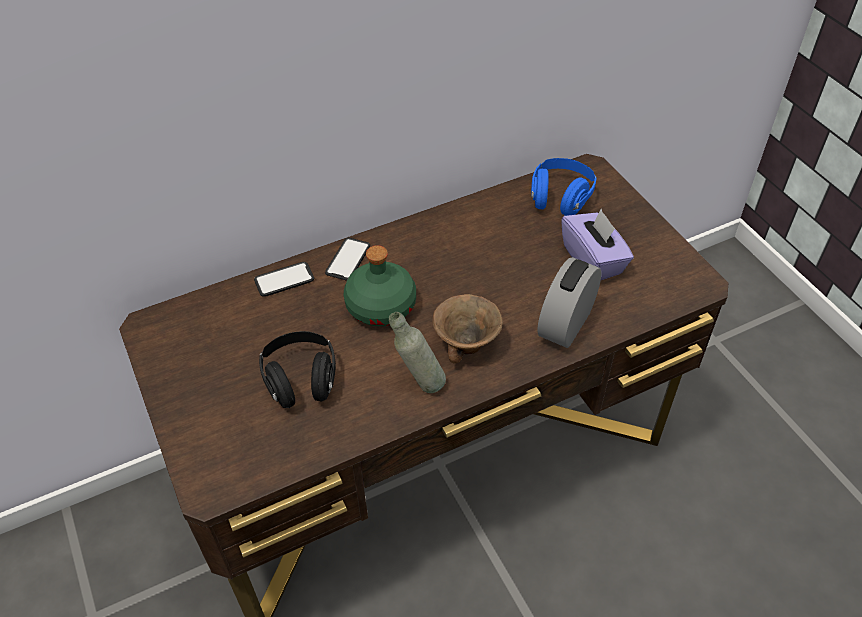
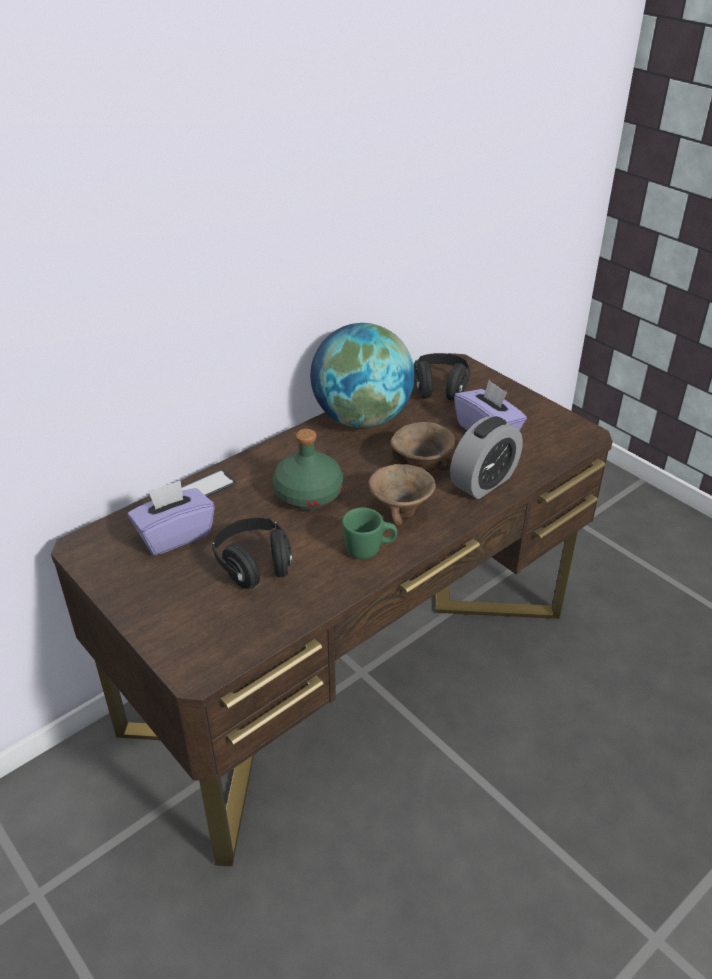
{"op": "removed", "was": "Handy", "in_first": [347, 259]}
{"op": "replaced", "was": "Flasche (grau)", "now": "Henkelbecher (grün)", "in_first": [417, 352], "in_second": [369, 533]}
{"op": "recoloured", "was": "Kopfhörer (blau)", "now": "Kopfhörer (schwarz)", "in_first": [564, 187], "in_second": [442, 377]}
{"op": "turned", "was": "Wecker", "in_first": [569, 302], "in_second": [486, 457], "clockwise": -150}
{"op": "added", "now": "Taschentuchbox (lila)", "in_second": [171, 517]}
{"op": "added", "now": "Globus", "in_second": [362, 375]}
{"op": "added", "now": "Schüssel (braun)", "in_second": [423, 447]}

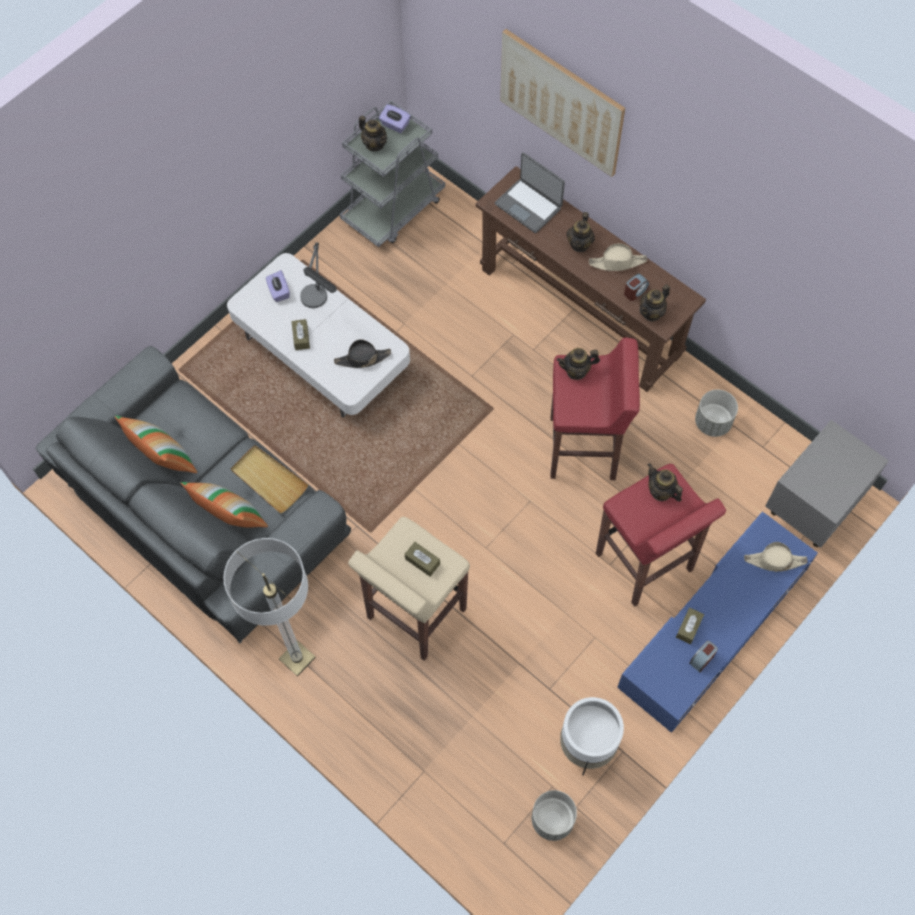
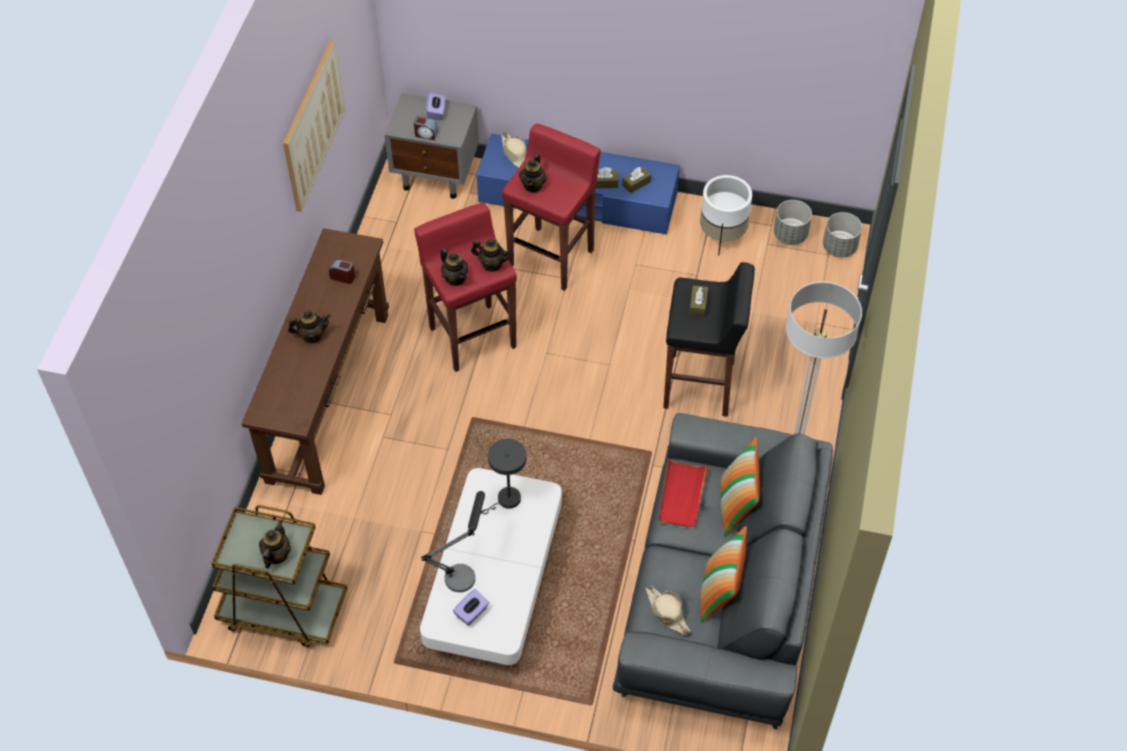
{"op": "recoloured", "was": "Tablett (beige)", "now": "Tablett (rot)", "in_first": [269, 479], "in_second": [684, 493]}
{"op": "moved", "was": "Taschentuchbox (braun)", "in_first": [301, 334], "in_second": [636, 180]}
{"op": "replaced", "was": "Hut (schwarz)", "now": "Tischlampe (grau)", "in_first": [362, 353], "in_second": [504, 476]}
{"op": "recoloured", "was": "Rollwagen (grau)", "now": "Rollwagen (braun)", "in_first": [392, 173], "in_second": [279, 576]}
{"op": "recoloured", "was": "Hocker (beige)", "now": "Hocker (schwarz)", "in_first": [409, 589], "in_second": [709, 339]}
{"op": "moved", "was": "Taschentuchbox (lila)", "in_first": [395, 118], "in_second": [435, 106]}
{"op": "removed", "was": "Laptop", "in_first": [529, 192]}
{"op": "moved", "was": "Bild", "in_first": [562, 103], "in_second": [314, 126]}
{"op": "moved", "was": "Hut (beige)", "in_first": [618, 257], "in_second": [668, 610]}
{"op": "moved", "was": "Teekanne", "in_first": [654, 303], "in_second": [491, 255]}
{"op": "moved", "was": "Wecker", "in_first": [703, 656], "in_second": [426, 128]}
{"op": "moved", "was": "Pflanzkübel (grau)", "in_first": [716, 413], "in_second": [842, 234]}

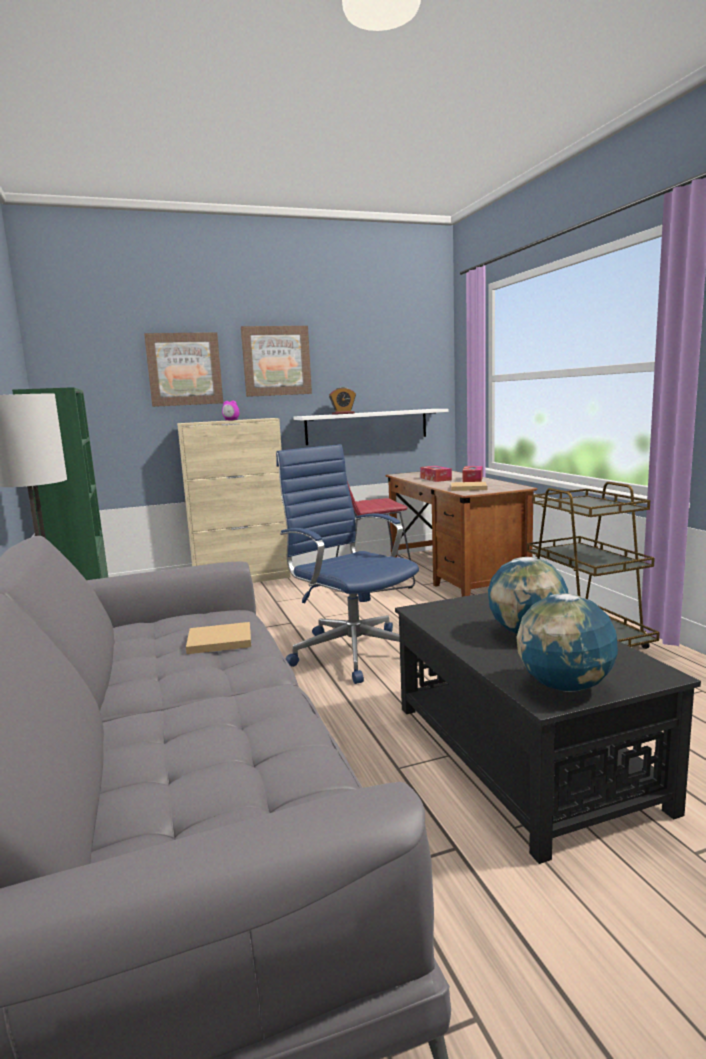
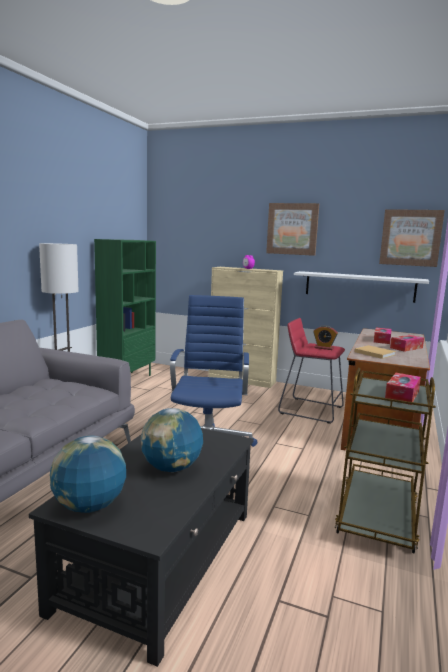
{"op": "moved", "was": "Bild", "in_first": [183, 369], "in_second": [412, 238]}
{"op": "removed", "was": "Buch (beige)", "in_first": [218, 638]}
{"op": "moved", "was": "Wecker", "in_first": [342, 401], "in_second": [325, 337]}
{"op": "added", "now": "Taschentuchbox", "in_second": [403, 389]}

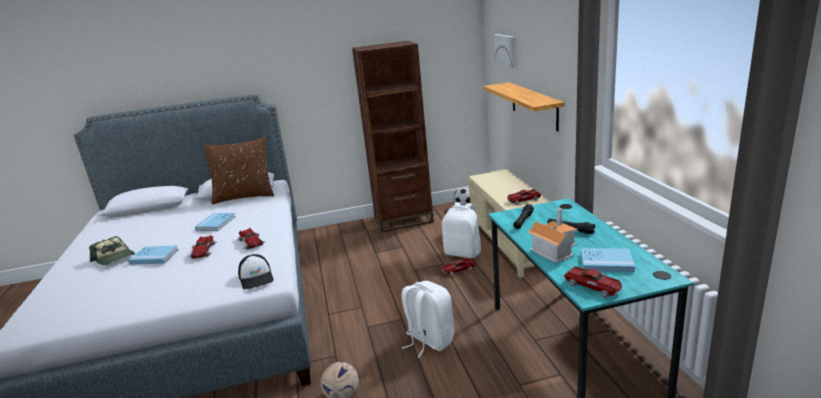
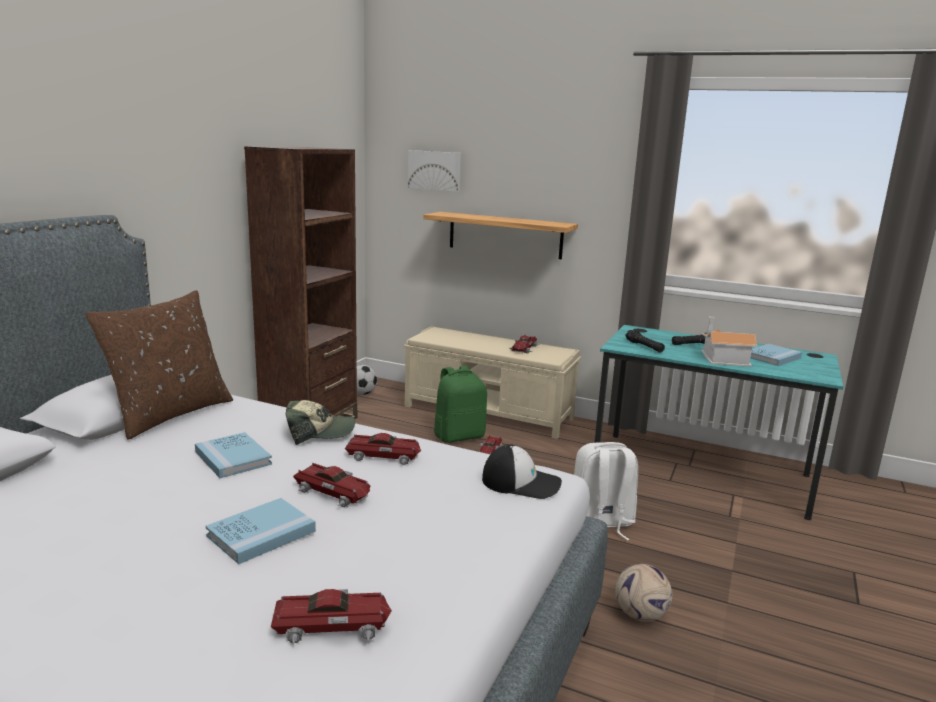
{"op": "moved", "was": "Kappe", "in_first": [112, 251], "in_second": [320, 422]}
{"op": "recoloured", "was": "Rucksack (weiß)", "now": "Rucksack (grün)", "in_first": [461, 230], "in_second": [460, 404]}
{"op": "moved", "was": "Spielzeugauto", "in_first": [592, 282], "in_second": [331, 616]}

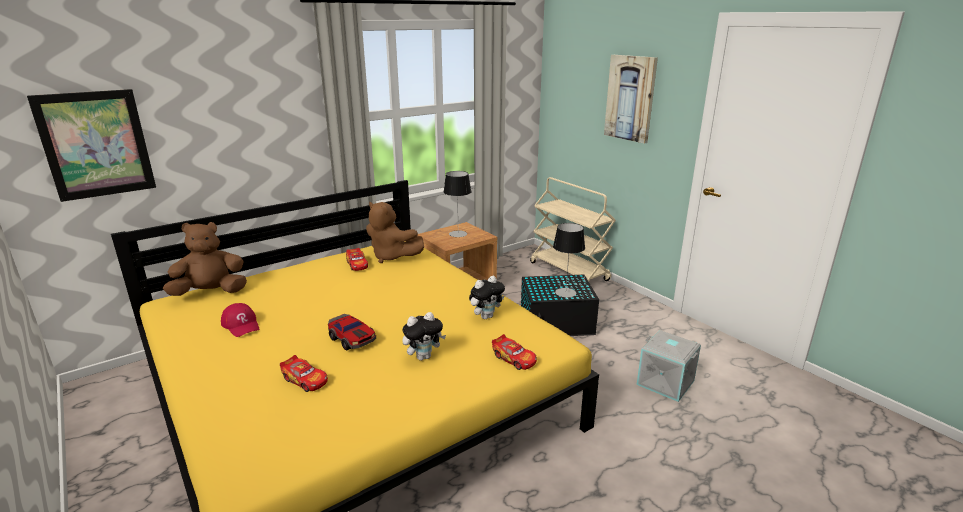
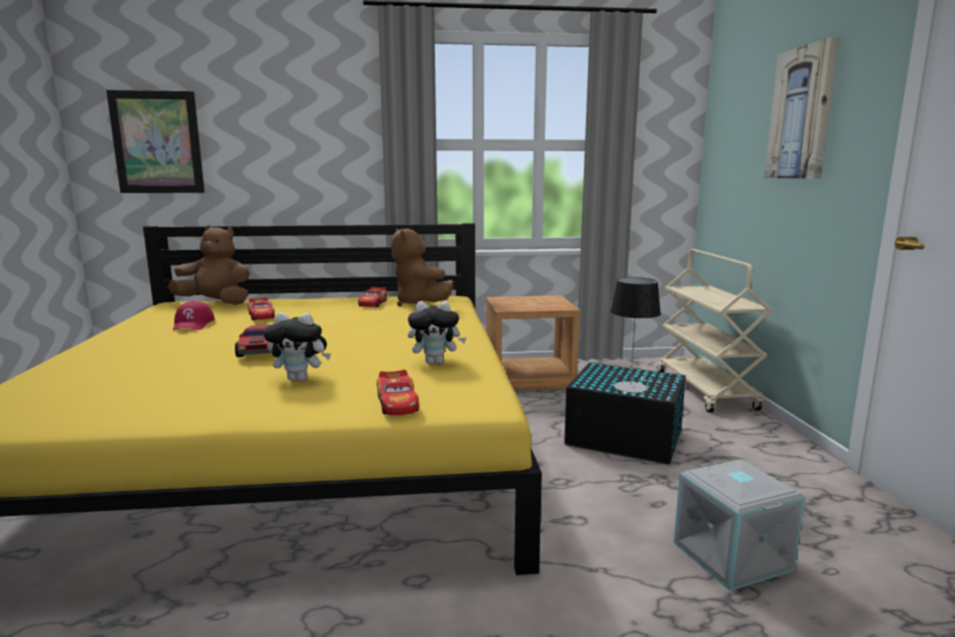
{"op": "moved", "was": "Spielzeugauto", "in_first": [304, 373], "in_second": [261, 308]}
{"op": "removed", "was": "Tischlampe", "in_first": [457, 204]}

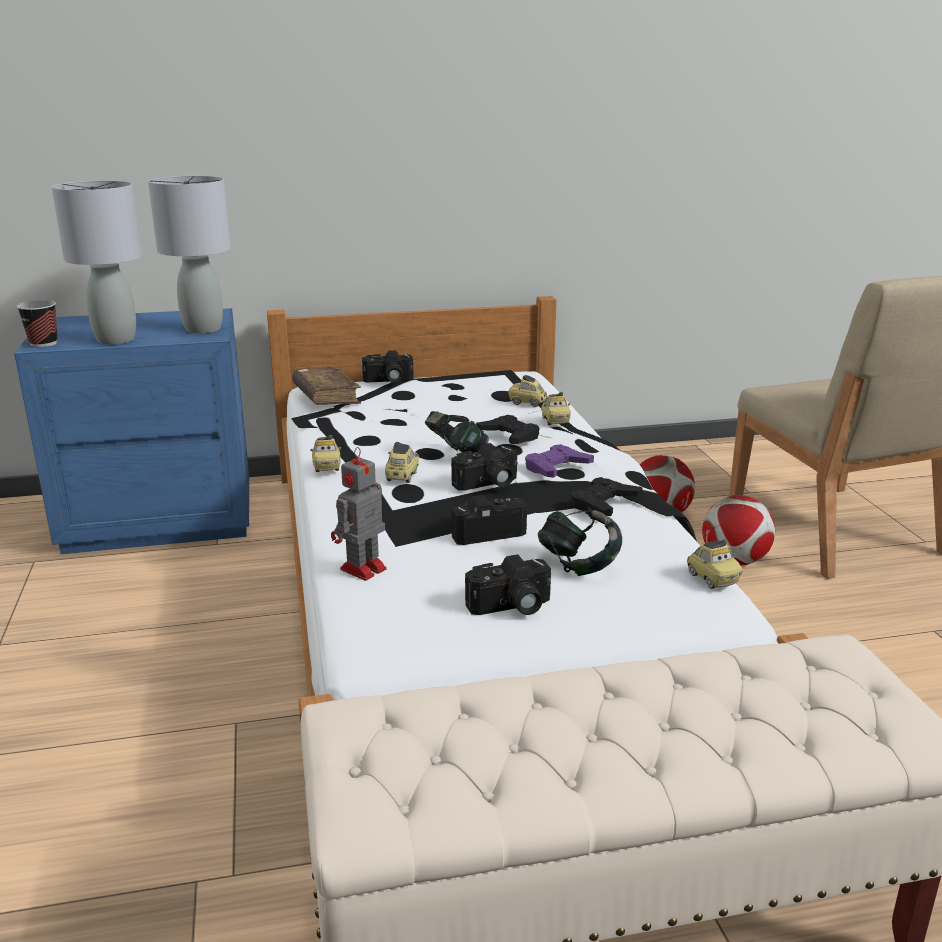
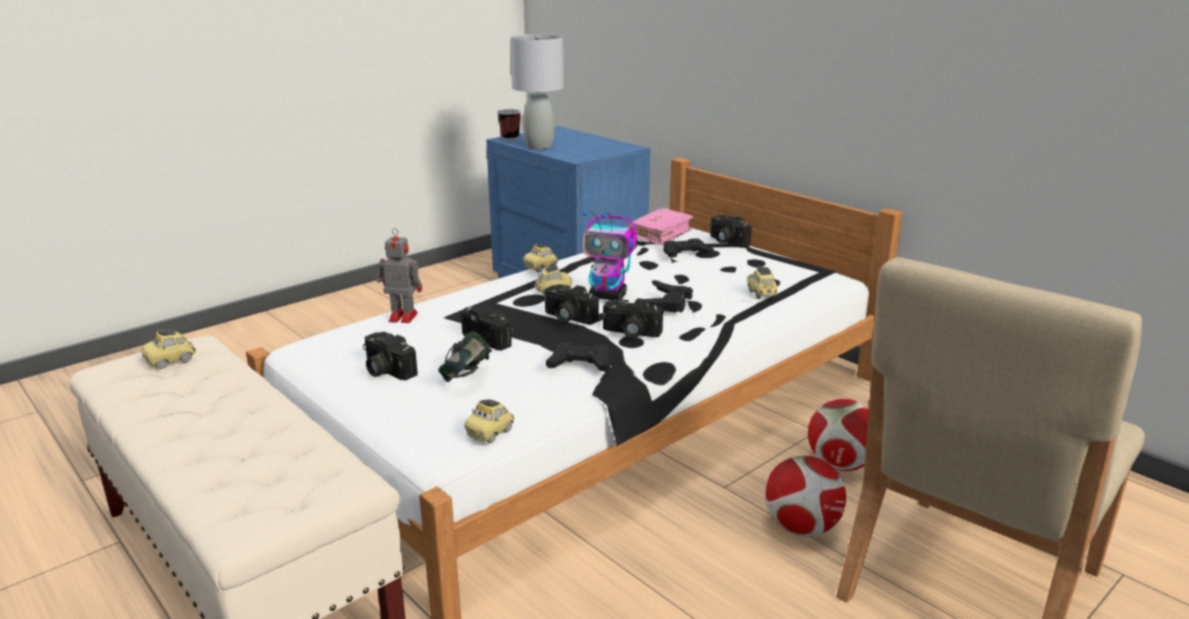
{"op": "removed", "was": "Tischlampe (grau)", "in_first": [189, 254]}
{"op": "recoloured", "was": "Buch (braun)", "now": "Buch (rosa)", "in_first": [326, 386], "in_second": [660, 227]}
{"op": "replaced", "was": "Kopfhörer", "now": "Spielzeugroboter", "in_first": [457, 433], "in_second": [609, 255]}
{"op": "replaced", "was": "Gamepad (lila)", "now": "Kamera", "in_first": [559, 461], "in_second": [633, 318]}
{"op": "moved", "was": "Spielzeugauto", "in_first": [556, 408], "in_second": [168, 349]}
{"op": "added", "now": "Gamepad (schwarz)", "in_second": [689, 248]}

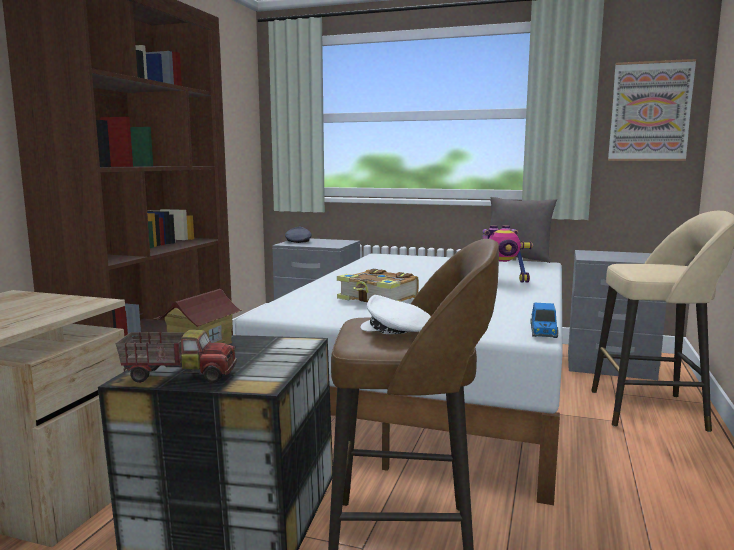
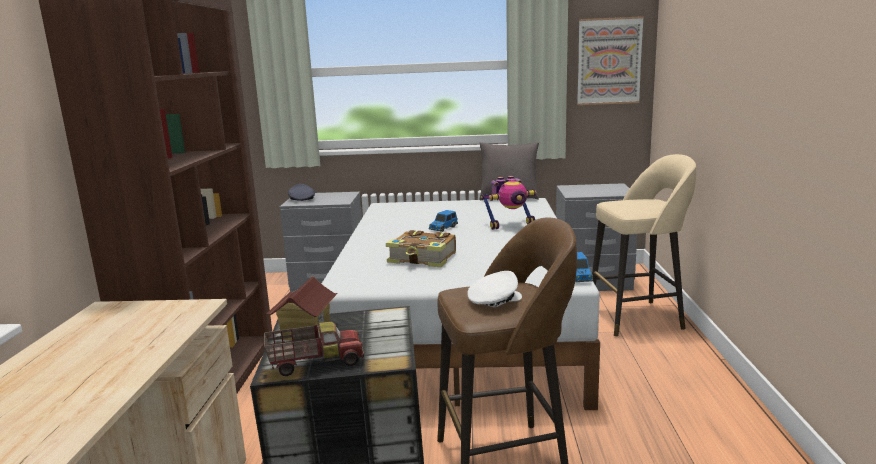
{"op": "turned", "was": "Kappe (weiß)", "in_first": [396, 314], "in_second": [494, 289], "clockwise": 135}
{"op": "added", "now": "Spielzeugauto", "in_second": [443, 221]}

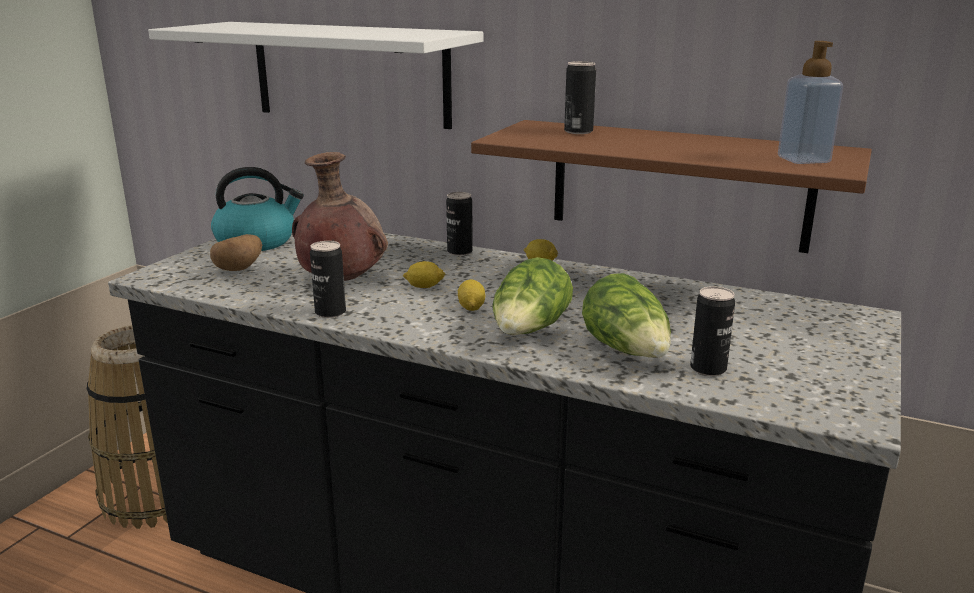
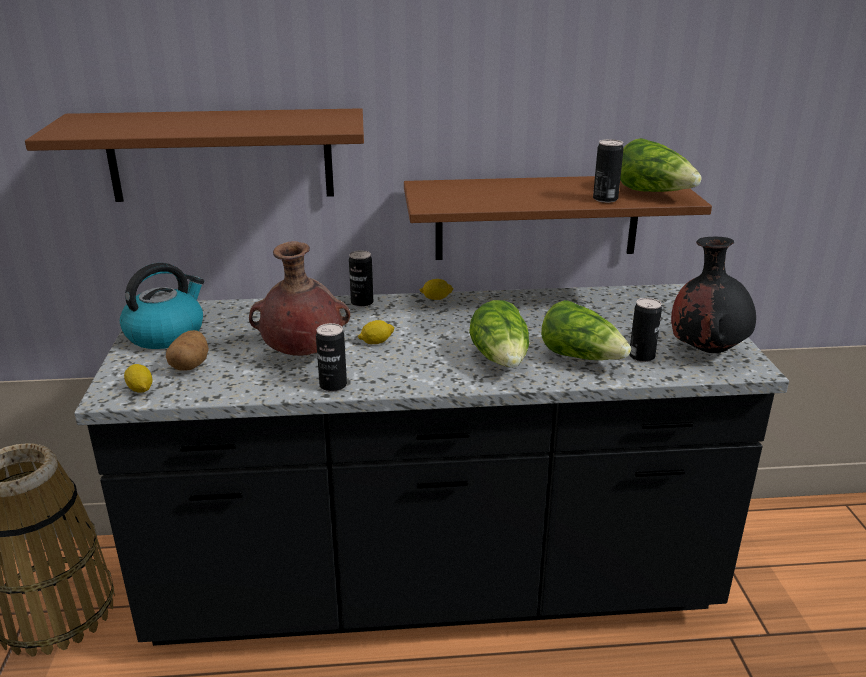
{"op": "recoloured", "was": "Wandregal (weiß)", "now": "Wandregal (braun)", "in_first": [315, 75], "in_second": [194, 155]}
{"op": "moved", "was": "Zitrone", "in_first": [471, 295], "in_second": [138, 378]}
{"op": "moved", "was": "Dose", "in_first": [580, 97], "in_second": [608, 171]}
{"op": "replaced", "was": "Seifenspender", "now": "Salatkopf", "in_first": [810, 102], "in_second": [661, 165]}
{"op": "added", "now": "Vase (schwarz)", "in_second": [713, 295]}

